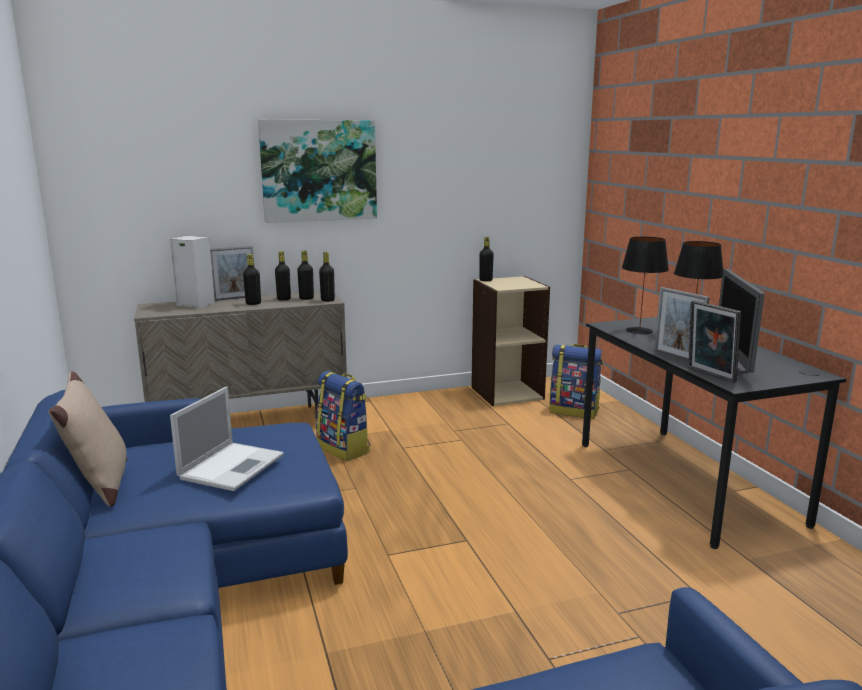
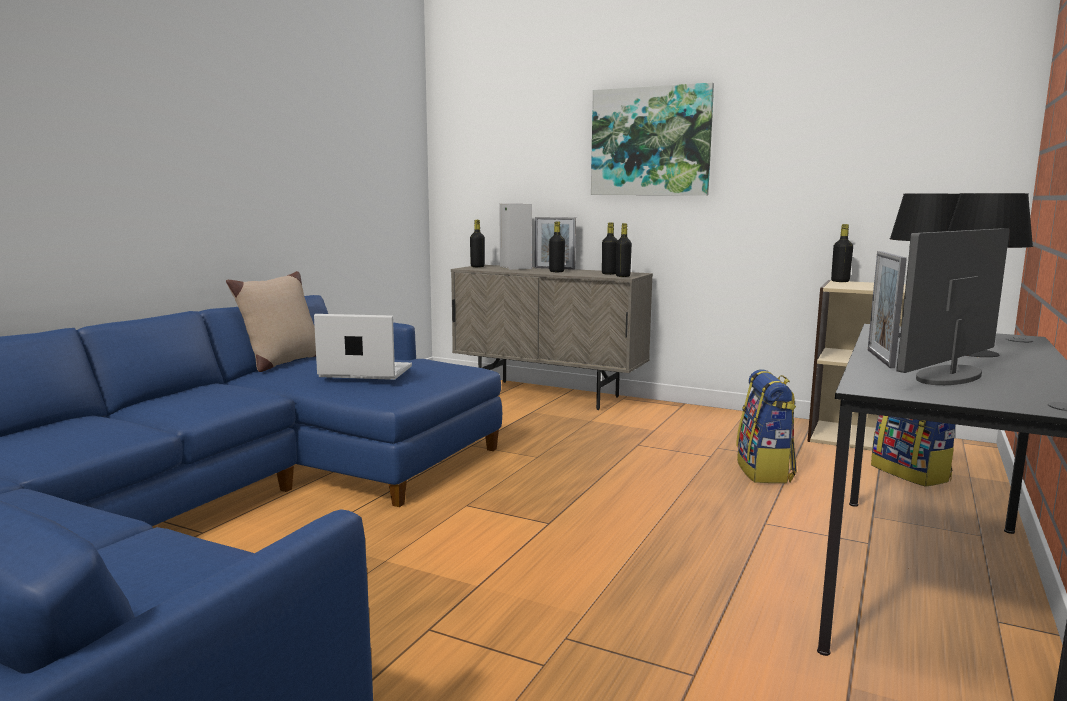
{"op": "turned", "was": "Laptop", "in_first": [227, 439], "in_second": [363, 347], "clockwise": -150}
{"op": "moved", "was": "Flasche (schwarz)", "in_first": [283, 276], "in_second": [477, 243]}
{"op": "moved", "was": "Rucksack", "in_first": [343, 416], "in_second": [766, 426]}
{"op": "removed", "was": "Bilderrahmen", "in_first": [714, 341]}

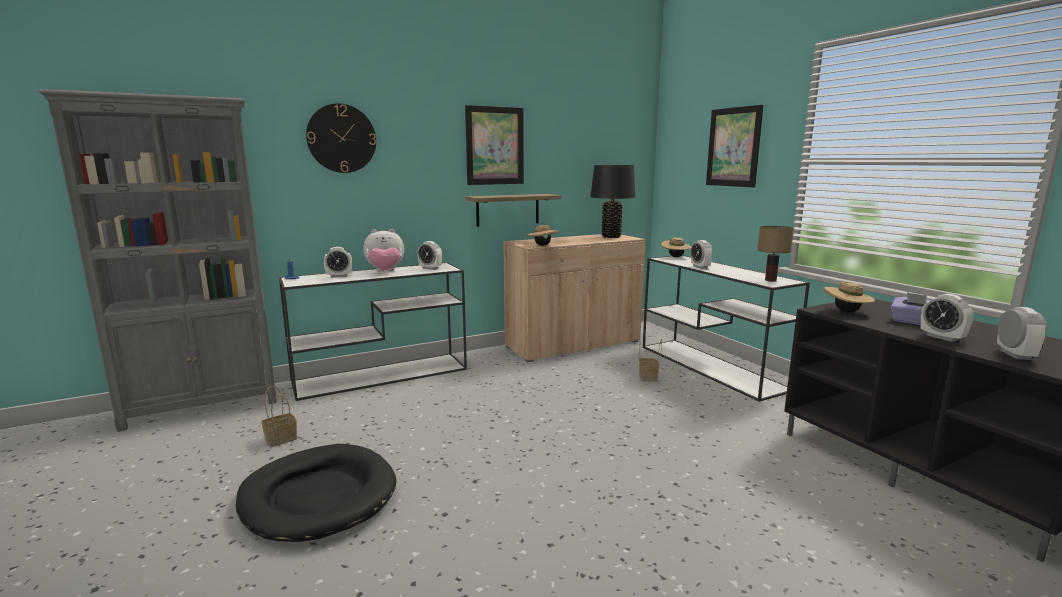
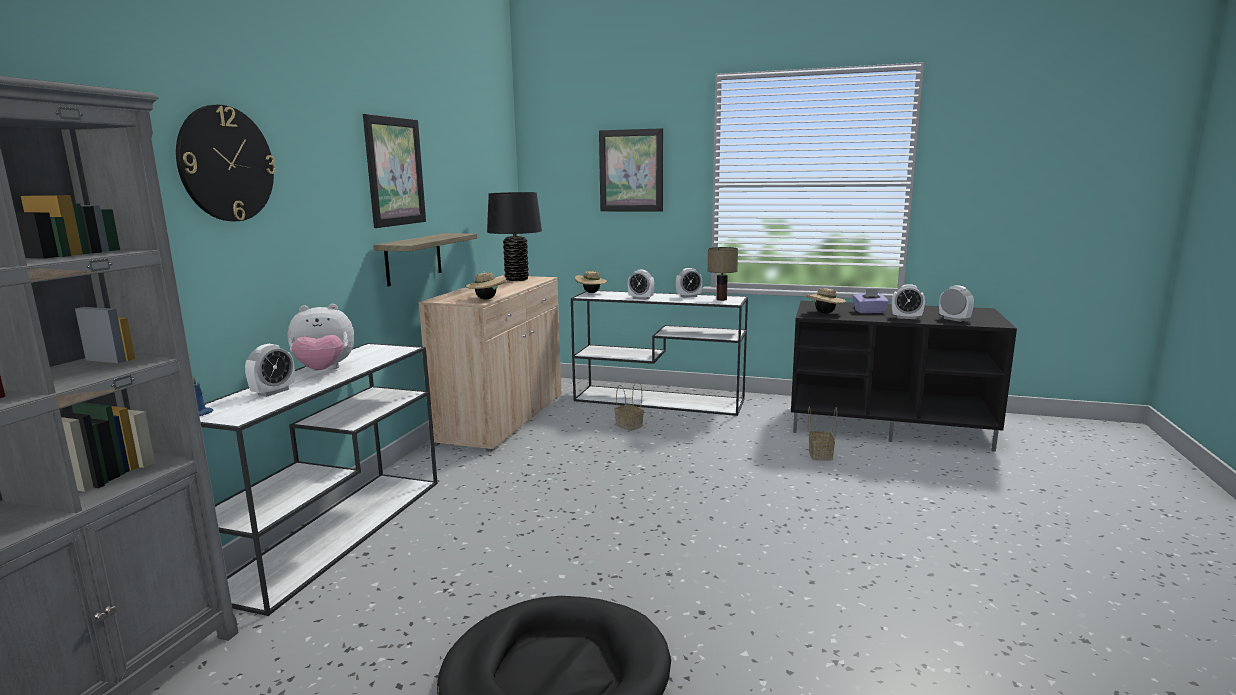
{"op": "moved", "was": "Korb", "in_first": [279, 416], "in_second": [822, 433]}
{"op": "turned", "was": "Plüschtier", "in_first": [383, 250], "in_second": [321, 337], "clockwise": 45}
{"op": "moved", "was": "Wecker", "in_first": [429, 255], "in_second": [689, 283]}

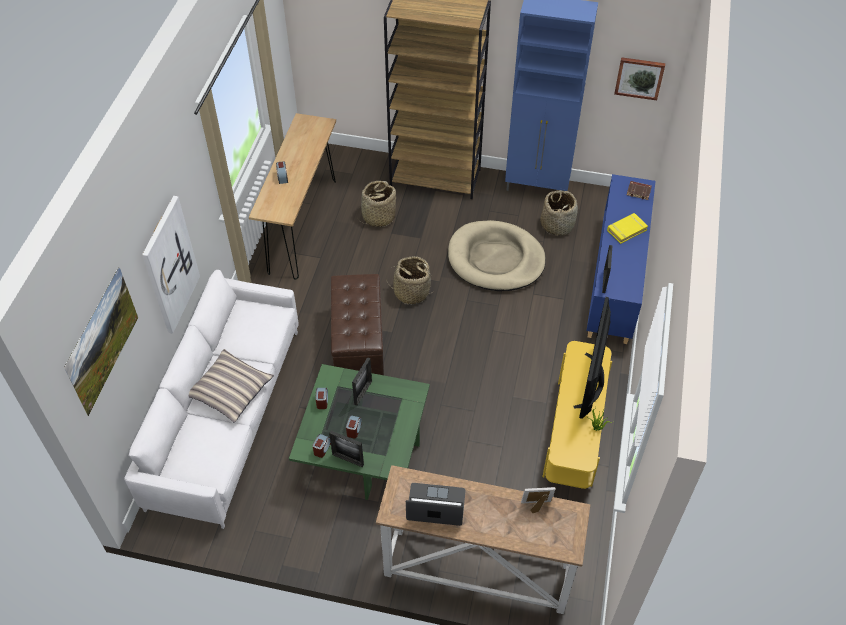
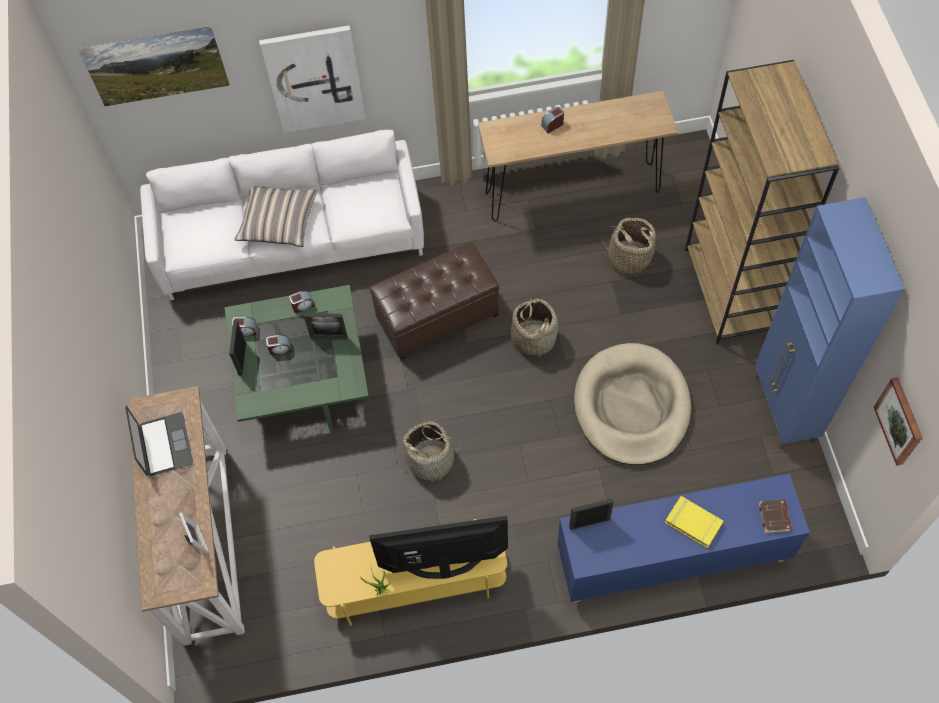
{"op": "moved", "was": "Korb", "in_first": [559, 213], "in_second": [433, 451]}

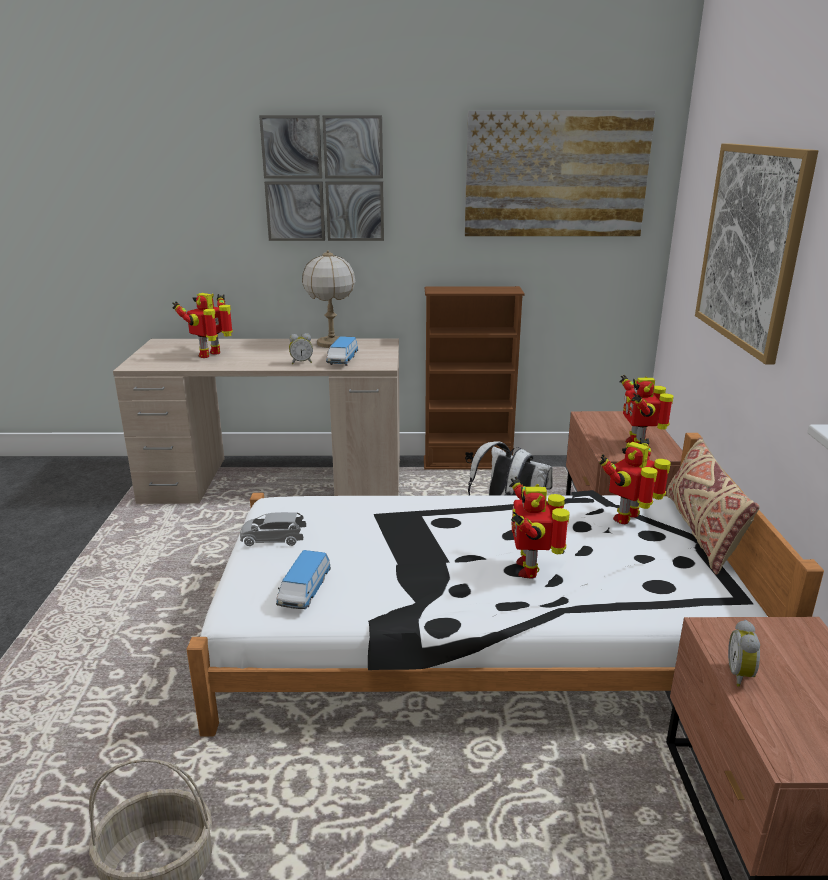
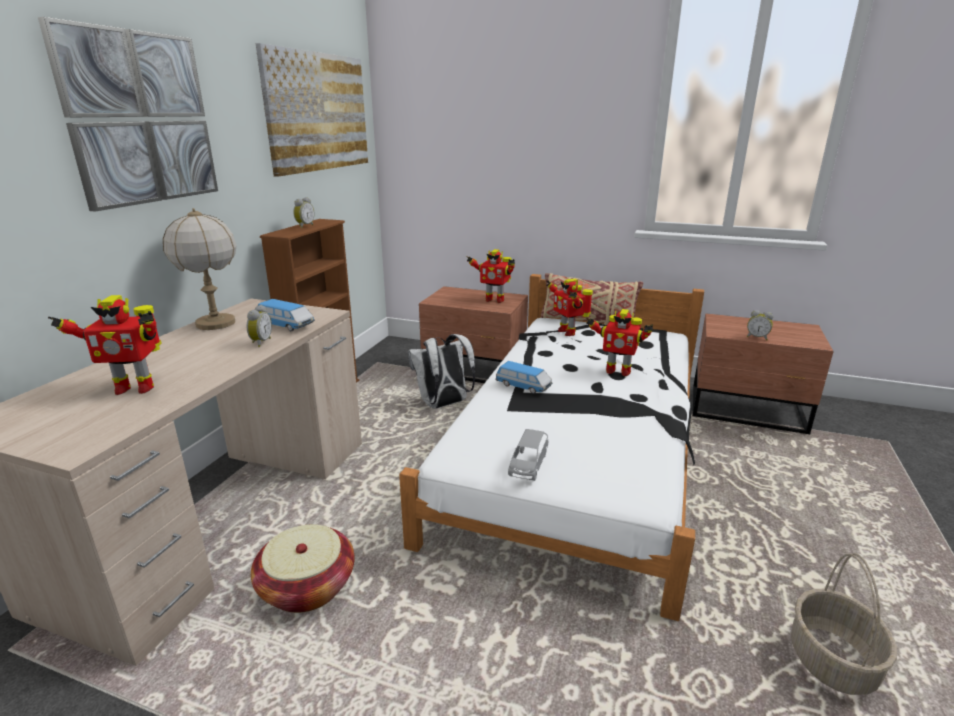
{"op": "turned", "was": "Spielzeugroboter", "in_first": [202, 325], "in_second": [105, 345], "clockwise": -60}
{"op": "moved", "was": "Spielzeugauto", "in_first": [303, 579], "in_second": [523, 377]}
{"op": "removed", "was": "Bild", "in_first": [756, 254]}
{"op": "added", "now": "Korb", "in_second": [303, 568]}
{"op": "added", "now": "Wecker", "in_second": [303, 212]}

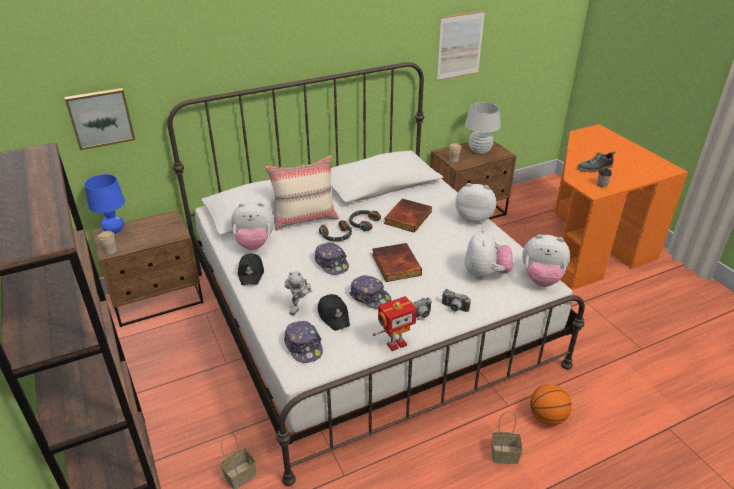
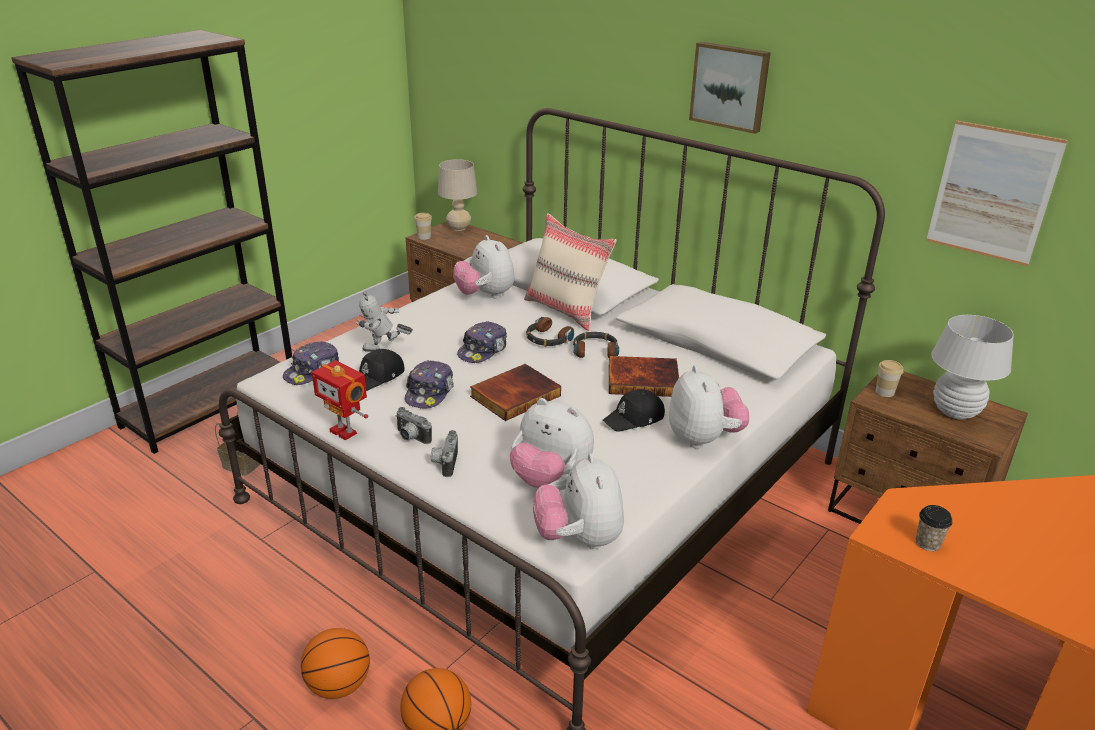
{"op": "moved", "was": "Bild", "in_first": [99, 119], "in_second": [730, 88]}
{"op": "recoloured", "was": "Tischlampe (blau)", "now": "Tischlampe (beige)", "in_first": [104, 204], "in_second": [457, 195]}
{"op": "moved", "was": "Kappe (schwarz)", "in_first": [251, 269], "in_second": [634, 410]}
{"op": "turned", "was": "Plüschtier", "in_first": [488, 253], "in_second": [552, 443], "clockwise": 45}
{"op": "replaced", "was": "Korb", "now": "Basketball", "in_first": [506, 437], "in_second": [335, 663]}
{"op": "removed", "was": "Schuh", "in_first": [596, 161]}

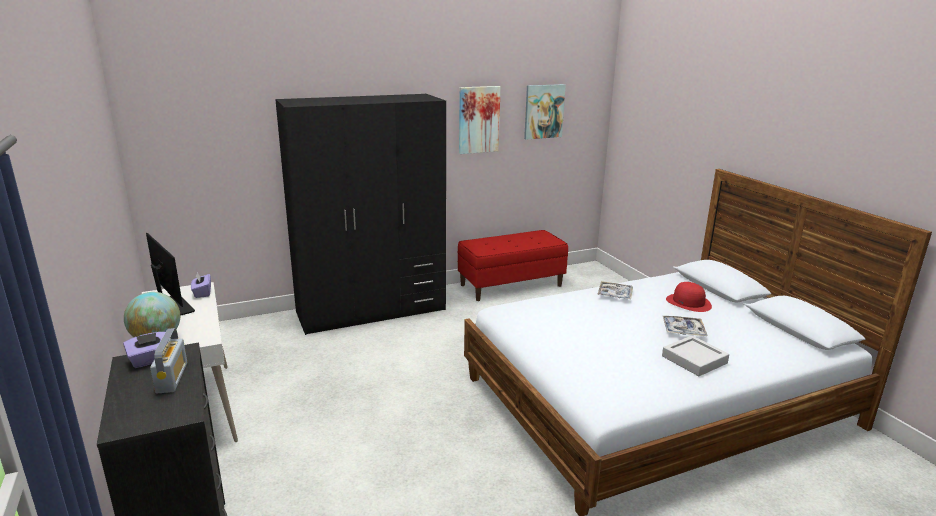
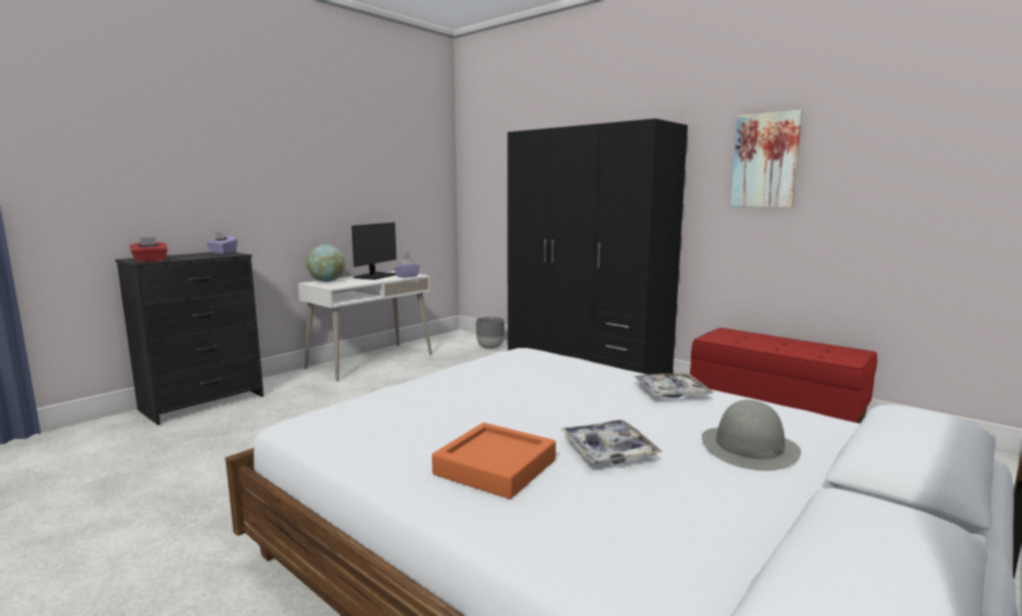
{"op": "removed", "was": "Radio", "in_first": [168, 360]}
{"op": "removed", "was": "Bild", "in_first": [545, 112]}
{"op": "recoloured", "was": "Tablett (grau)", "now": "Tablett (orange)", "in_first": [695, 356], "in_second": [494, 461]}
{"op": "recoloured", "was": "Hut (rot)", "now": "Hut (grau)", "in_first": [689, 297], "in_second": [751, 435]}
{"op": "added", "now": "Taschentuchbox (rot)", "in_second": [149, 250]}
{"op": "added", "now": "Pflanzkübel (grau)", "in_second": [490, 333]}

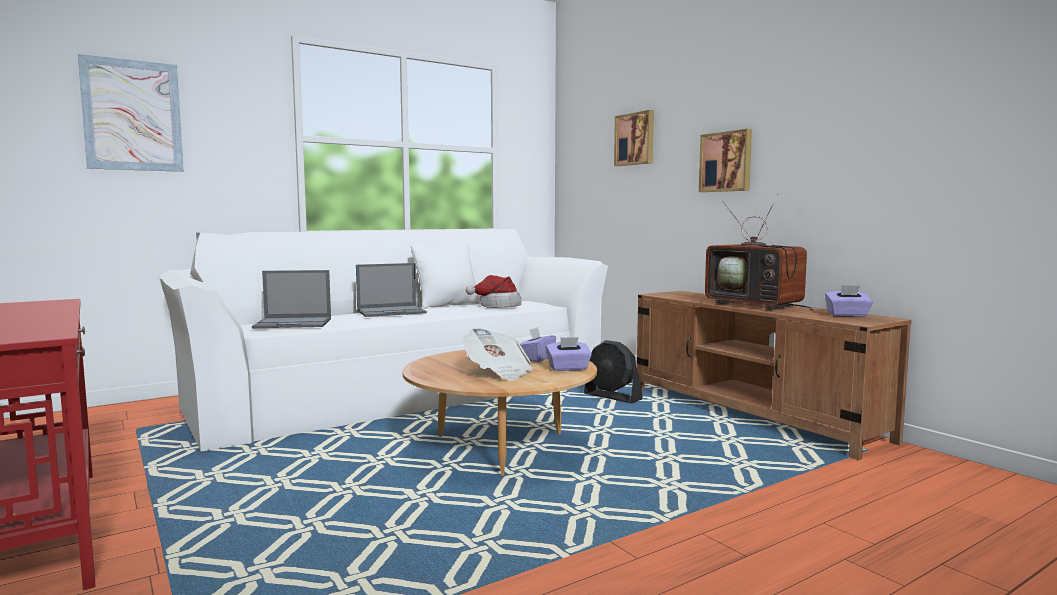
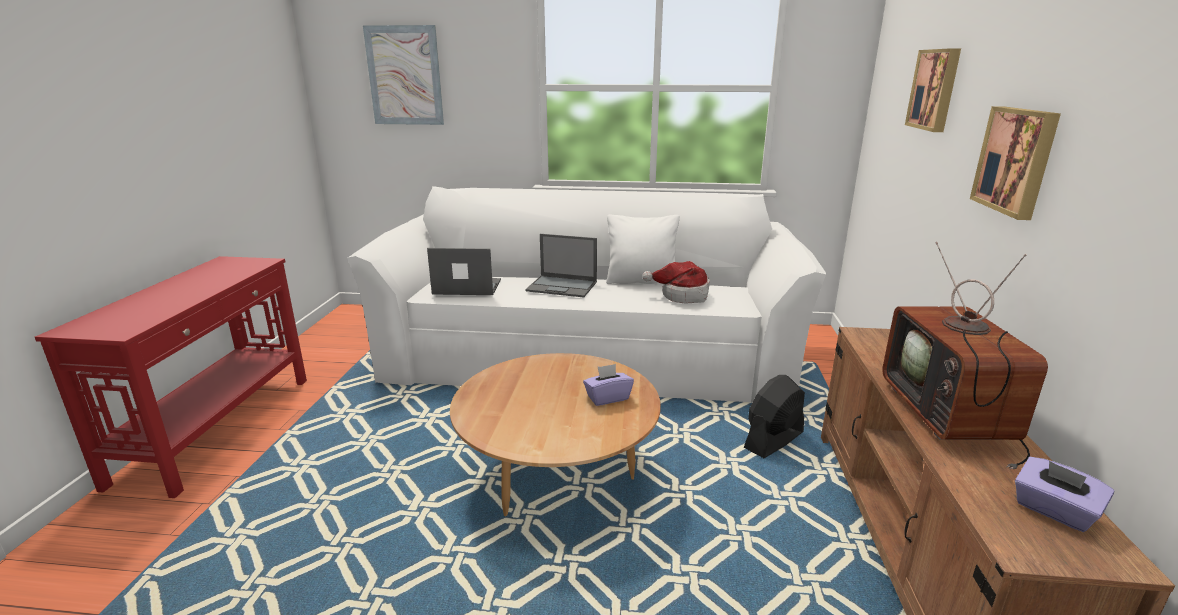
{"op": "turned", "was": "Laptop", "in_first": [291, 299], "in_second": [464, 271], "clockwise": 150}
{"op": "removed", "was": "Zeitung", "in_first": [498, 354]}
{"op": "removed", "was": "Taschentuchbox (lila)", "in_first": [569, 354]}
{"op": "turned", "was": "Ventilator (schwarz)", "in_first": [613, 371], "in_second": [774, 416], "clockwise": 60}

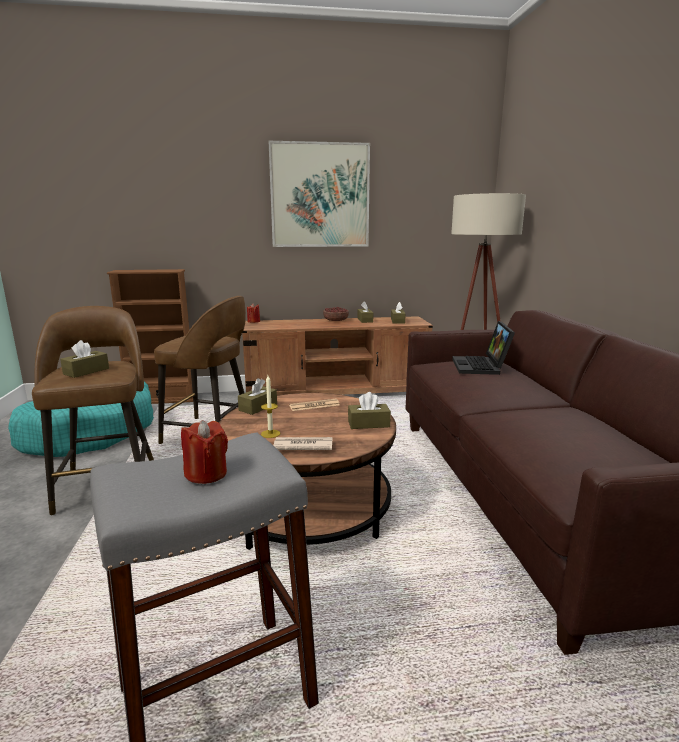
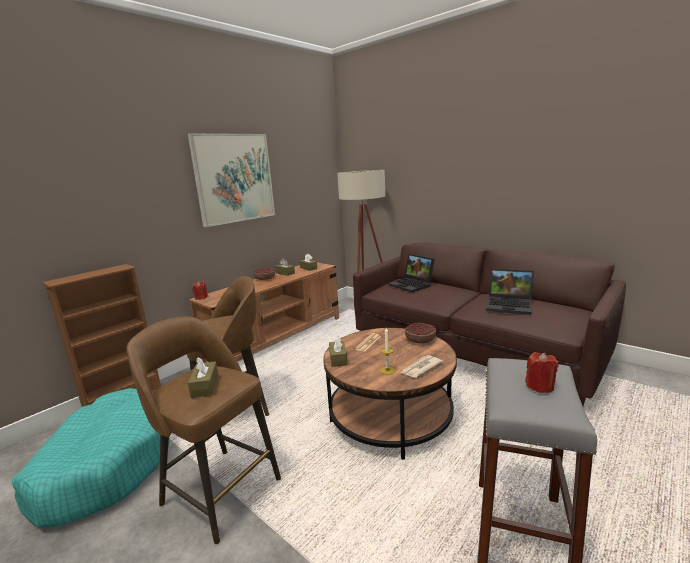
{"op": "replaced", "was": "Taschentuchbox (braun)", "now": "Schüssel", "in_first": [369, 410], "in_second": [420, 333]}
{"op": "added", "now": "Laptop", "in_second": [510, 292]}

